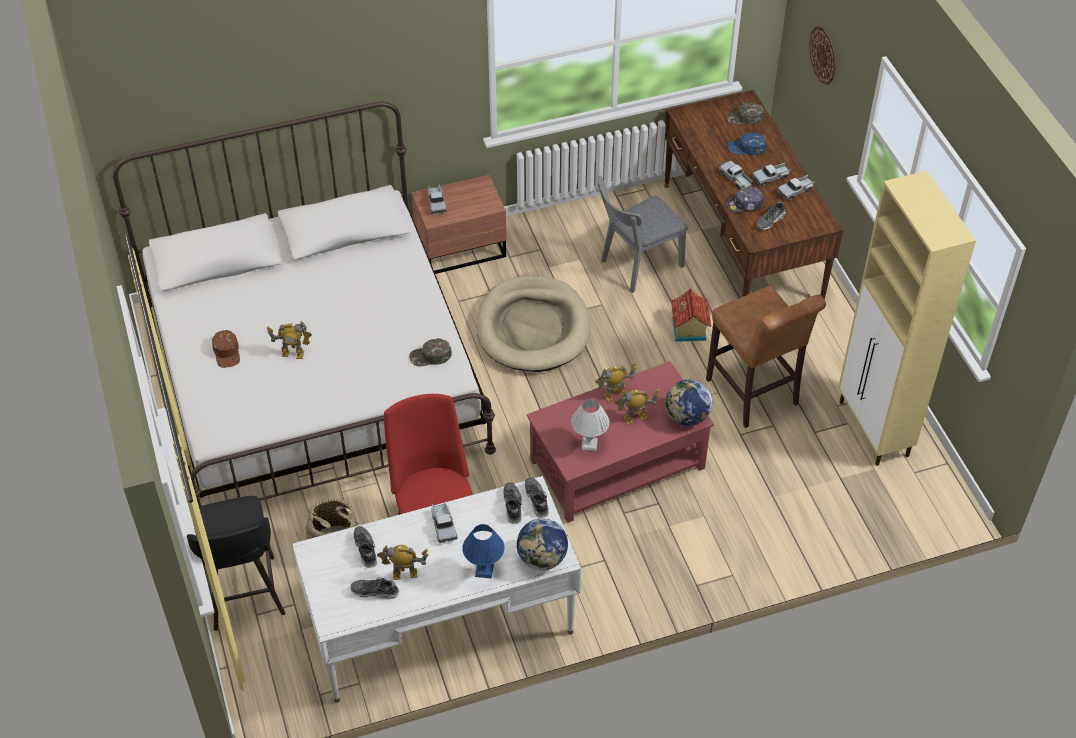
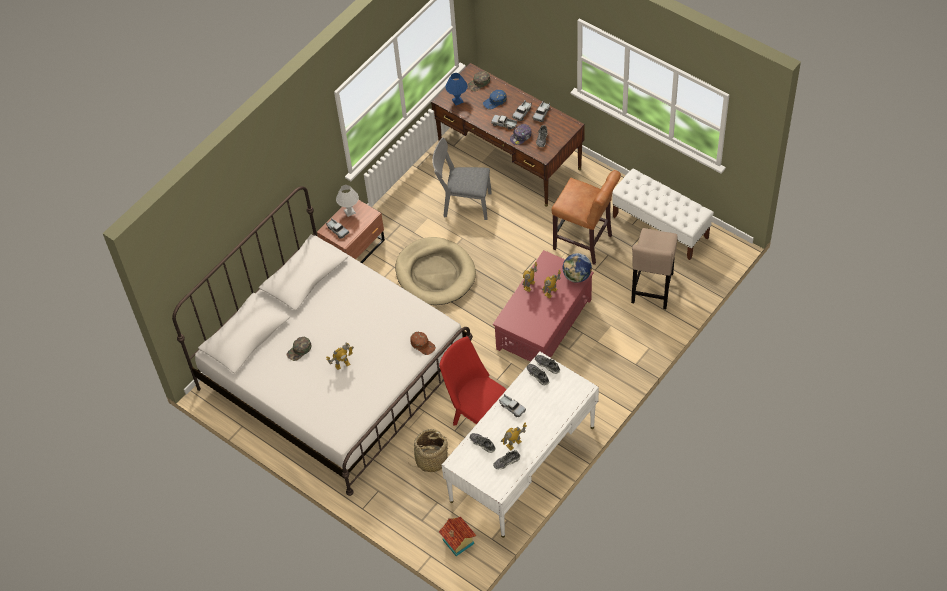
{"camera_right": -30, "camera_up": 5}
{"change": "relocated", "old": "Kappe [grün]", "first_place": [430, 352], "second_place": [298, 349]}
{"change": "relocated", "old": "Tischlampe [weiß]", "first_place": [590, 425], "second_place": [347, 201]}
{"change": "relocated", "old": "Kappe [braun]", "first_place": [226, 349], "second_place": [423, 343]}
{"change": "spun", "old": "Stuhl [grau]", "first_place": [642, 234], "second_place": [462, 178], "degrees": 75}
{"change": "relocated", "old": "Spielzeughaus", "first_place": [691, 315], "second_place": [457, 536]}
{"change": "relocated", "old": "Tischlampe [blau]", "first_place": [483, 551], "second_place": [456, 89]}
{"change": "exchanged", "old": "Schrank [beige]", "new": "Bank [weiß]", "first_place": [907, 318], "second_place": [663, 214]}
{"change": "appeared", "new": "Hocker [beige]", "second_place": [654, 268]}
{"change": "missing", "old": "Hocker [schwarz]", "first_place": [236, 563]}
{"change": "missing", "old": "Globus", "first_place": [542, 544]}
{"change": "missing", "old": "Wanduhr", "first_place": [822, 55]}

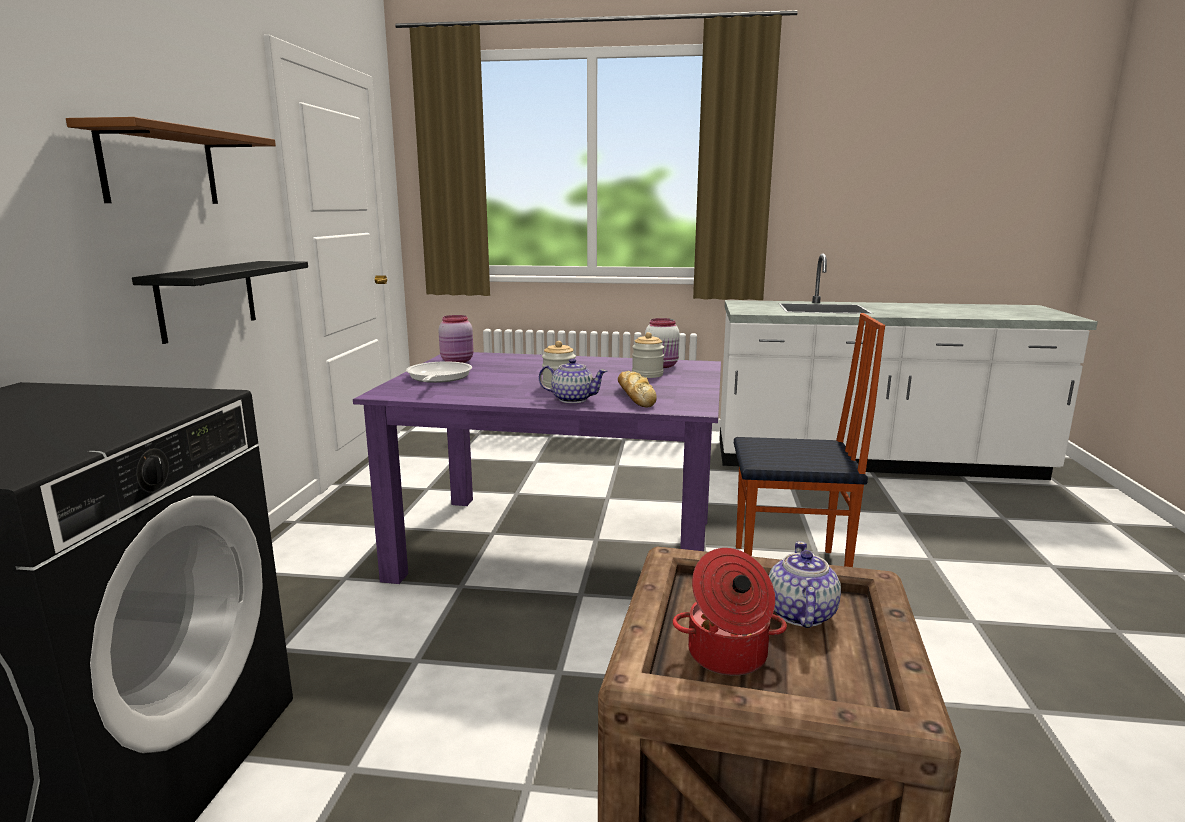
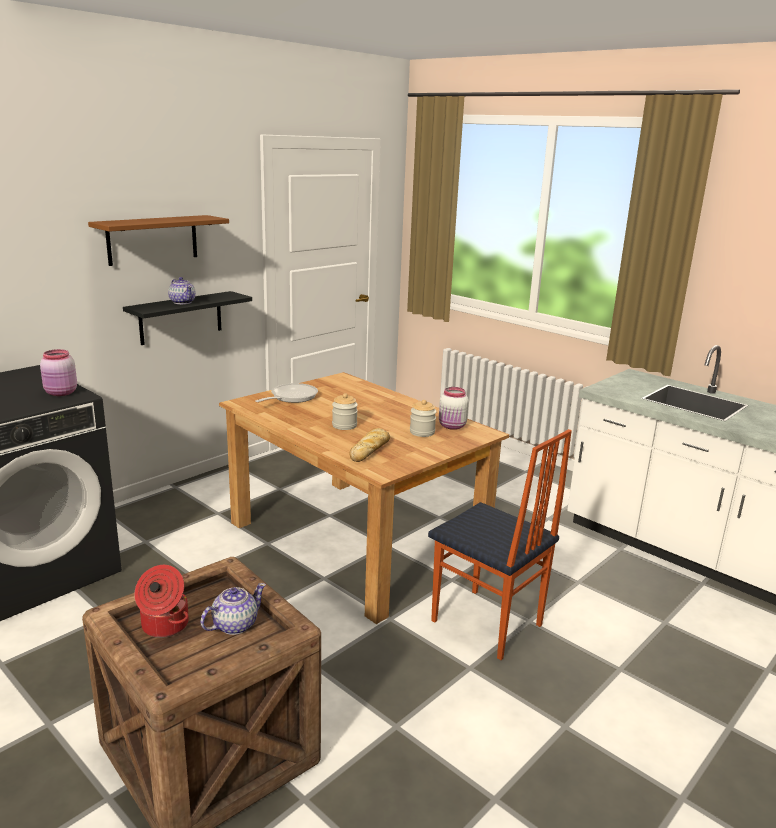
{"camera_right": 35, "camera_up": 5}
{"change": "relocated", "old": "Vorratsglas [rosa]", "first_place": [456, 339], "second_place": [58, 372]}
{"change": "relocated", "old": "Teekanne", "first_place": [573, 380], "second_place": [182, 290]}
{"change": "colour", "old": "Esstisch [lila]", "new": "Esstisch [braun]", "first_place": [537, 468], "second_place": [364, 498]}

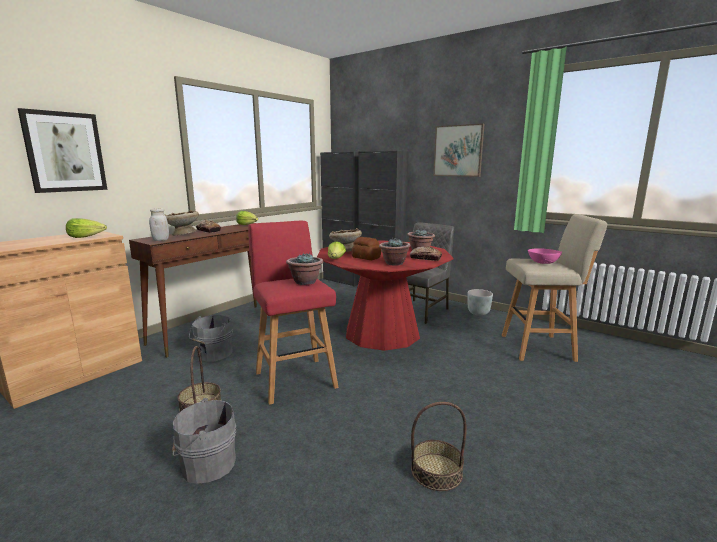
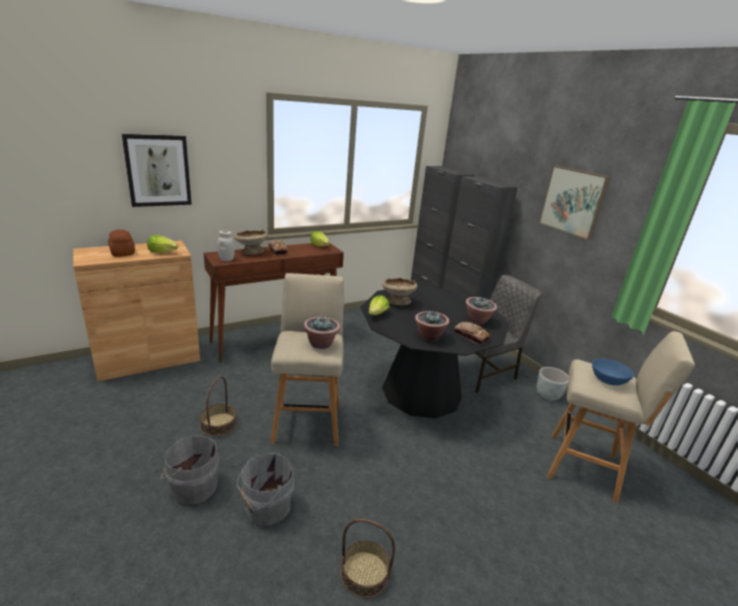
{"camera_right": 20, "camera_up": 10}
{"change": "relocated", "old": "Brot", "first_place": [366, 248], "second_place": [121, 243]}
{"change": "relocated", "old": "Eimer [grau]", "first_place": [211, 338], "second_place": [265, 489]}
{"change": "colour", "old": "Hocker [rot]", "new": "Hocker [beige]", "first_place": [293, 313], "second_place": [307, 359]}
{"change": "colour", "old": "Esstisch [rot]", "new": "Esstisch [schwarz]", "first_place": [385, 295], "second_place": [435, 352]}
{"change": "colour", "old": "Schüssel [rosa]", "new": "Schüssel [blau]", "first_place": [545, 256], "second_place": [613, 372]}

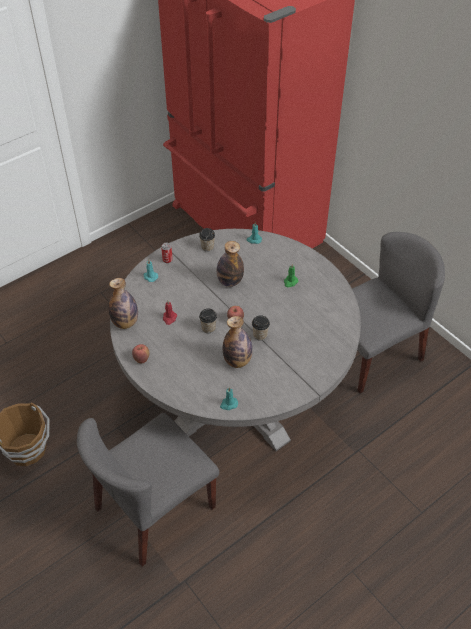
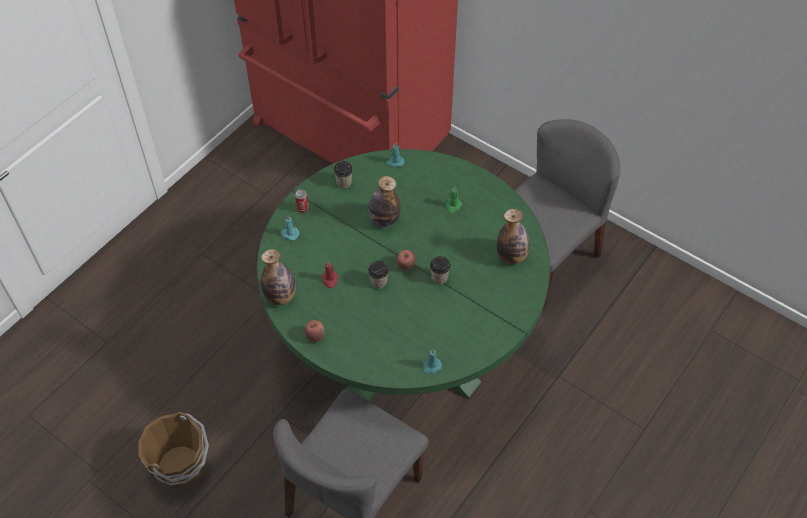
{"camera_right": -15, "camera_up": 5}
{"change": "colour", "old": "Esstisch [grau]", "new": "Esstisch [grün]", "first_place": [235, 340], "second_place": [403, 275]}
{"change": "relocated", "old": "Flasche", "first_place": [238, 342], "second_place": [513, 237]}

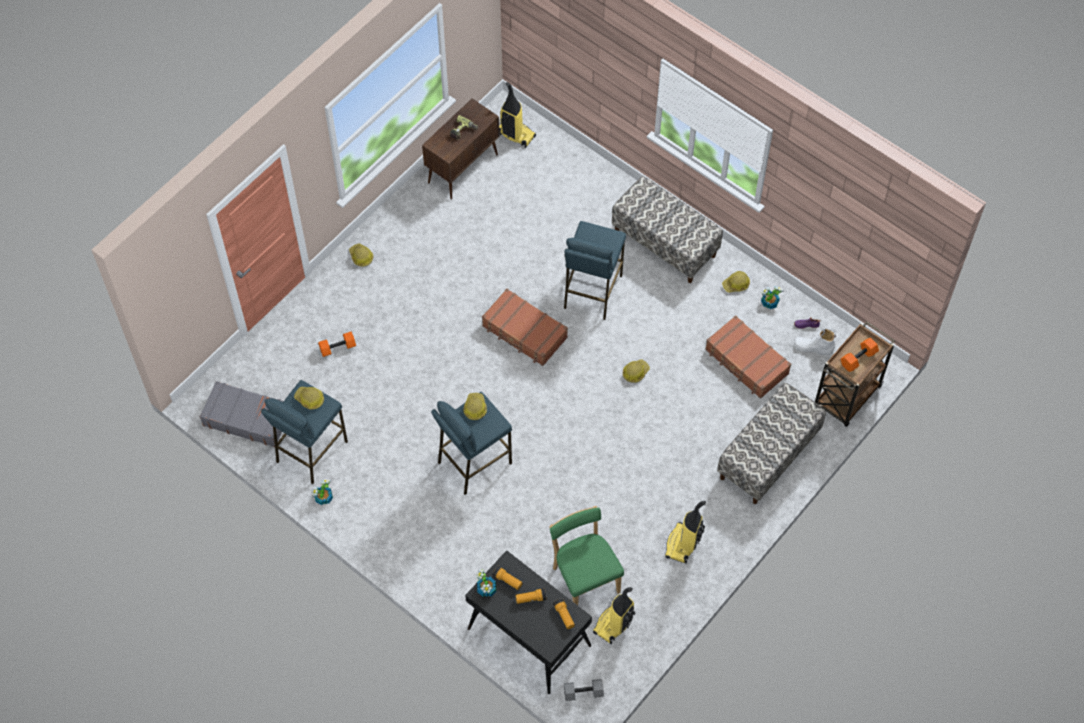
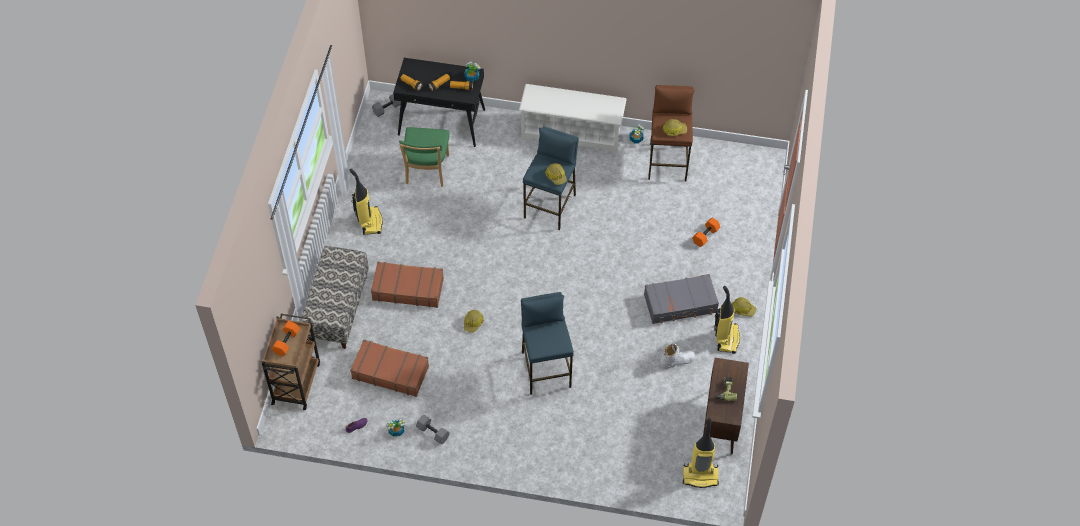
{"camera_right": 150, "camera_up": -5}
{"change": "relocated", "old": "Koffer [braun]", "first_place": [525, 327], "second_place": [407, 285]}
{"change": "spun", "old": "Stuhl [grün]", "first_place": [586, 555], "second_place": [424, 157], "degrees": 60}
{"change": "exchanged", "old": "Schutzhelm", "new": "Hantel [grau]", "first_place": [736, 282], "second_place": [433, 429]}
{"change": "appeared", "new": "Schuhregal [weiß]", "second_place": [573, 118]}
{"change": "relocated", "old": "Koffer [grau]", "first_place": [242, 414], "second_place": [681, 299]}
{"change": "colour", "old": "Hocker [blau]", "new": "Hocker [braun]", "first_place": [304, 432], "second_place": [671, 133]}
{"change": "relocated", "old": "Stiefel [weiß]", "first_place": [815, 342], "second_place": [678, 356]}
{"change": "relocated", "old": "Staubsauger", "first_place": [614, 615], "second_place": [727, 320]}
{"change": "missing", "old": "Bank", "first_place": [667, 229]}

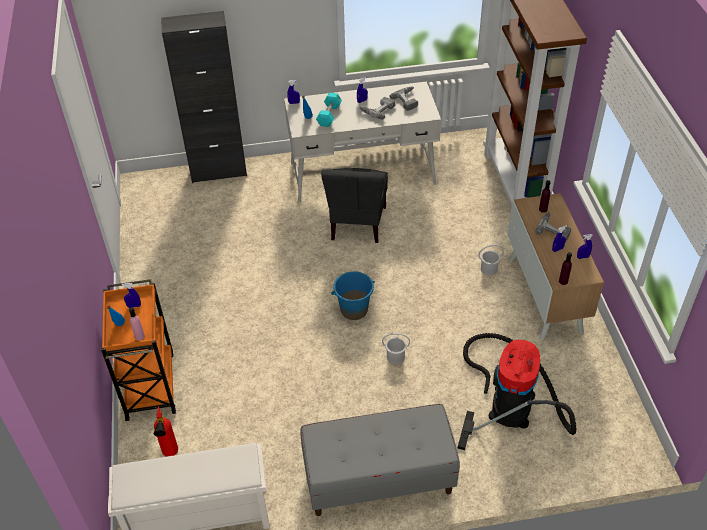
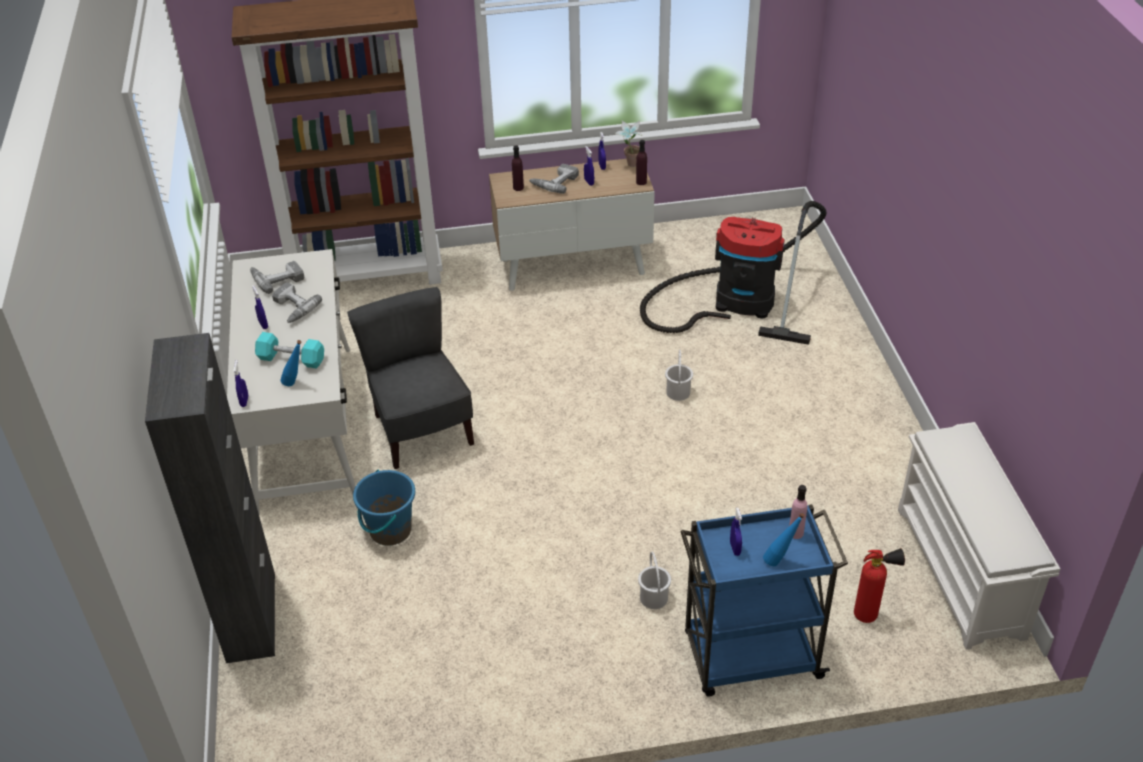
{"camera_right": -90, "camera_up": -5}
{"change": "spun", "old": "Stuhl [grau]", "first_place": [354, 205], "second_place": [410, 378], "degrees": -120}
{"change": "relocated", "old": "Eimer [blau]", "first_place": [353, 295], "second_place": [384, 507]}
{"change": "appeared", "new": "Topfpflanze", "second_place": [628, 143]}
{"change": "relocated", "old": "Eimer [weiß]", "first_place": [491, 259], "second_place": [654, 580]}
{"change": "colour", "old": "Rollwagen [orange]", "new": "Rollwagen [blau]", "first_place": [138, 350], "second_place": [764, 600]}
{"change": "missing", "old": "Bank [grau]", "first_place": [380, 460]}

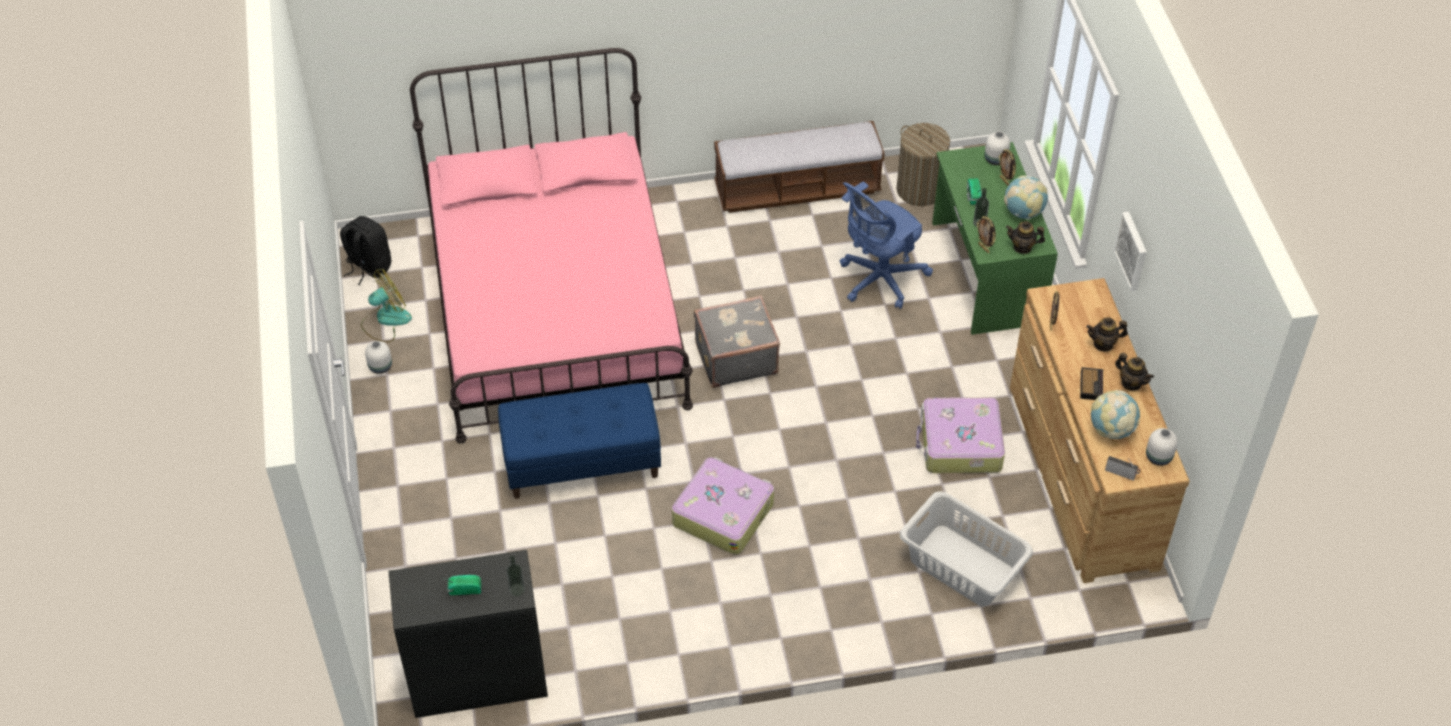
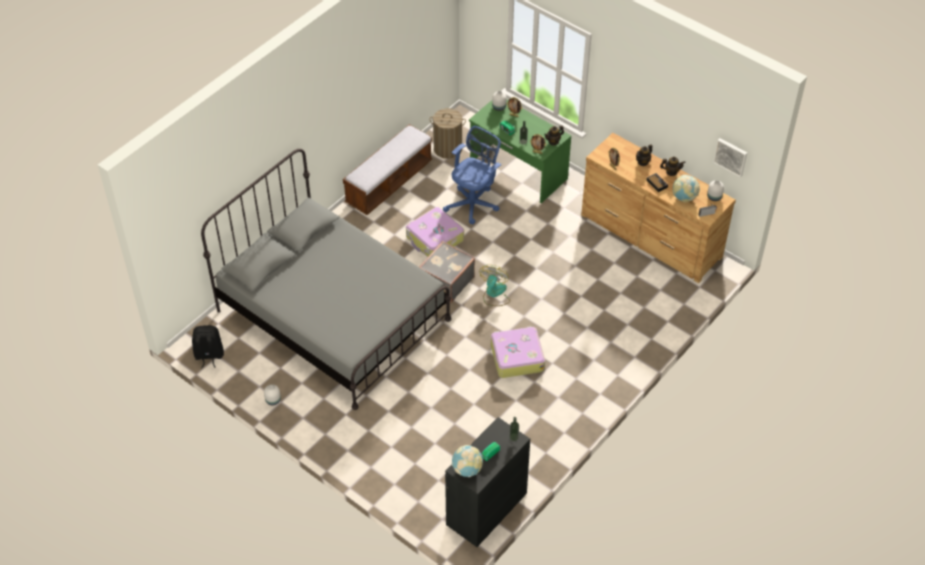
{"camera_right": -40, "camera_up": 0}
{"change": "colour", "old": "Bett [rosa]", "new": "Bett [grau]", "first_place": [551, 245], "second_place": [326, 279]}
{"change": "relocated", "old": "Koffer", "first_place": [960, 435], "second_place": [435, 232]}
{"change": "spun", "old": "Bürostuhl [blau]", "first_place": [886, 245], "second_place": [472, 175], "degrees": -150}
{"change": "relocated", "old": "Globus", "first_place": [1026, 198], "second_place": [467, 461]}
{"change": "relocated", "old": "Ventilator", "first_place": [386, 305], "second_place": [495, 285]}
{"change": "relocated", "old": "Bild", "first_place": [1130, 251], "second_place": [730, 157]}
{"change": "missing", "old": "Bank [blau]", "first_place": [579, 441]}
{"change": "missing", "old": "Wäschekorb [grau]", "first_place": [966, 548]}

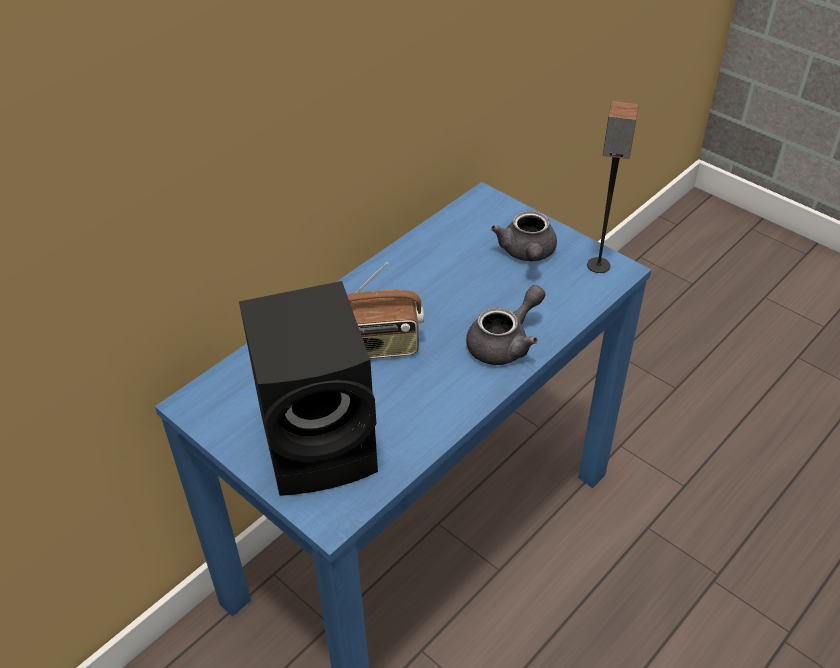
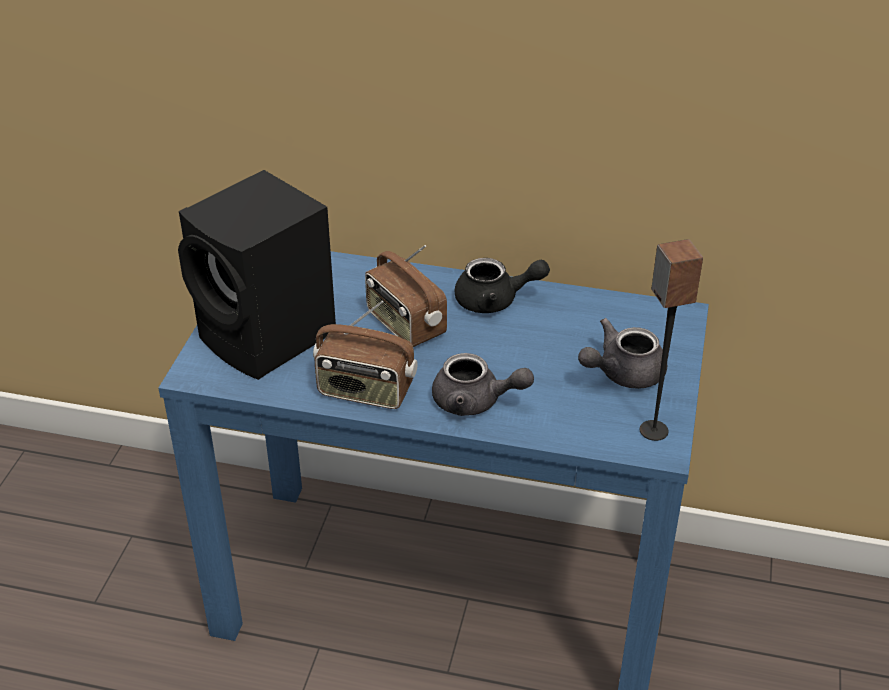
{"camera_right": 60, "camera_up": -5}
{"change": "appeared", "new": "Radio", "second_place": [365, 355]}
{"change": "appeared", "new": "Teekanne [schwarz]", "second_place": [502, 285]}

